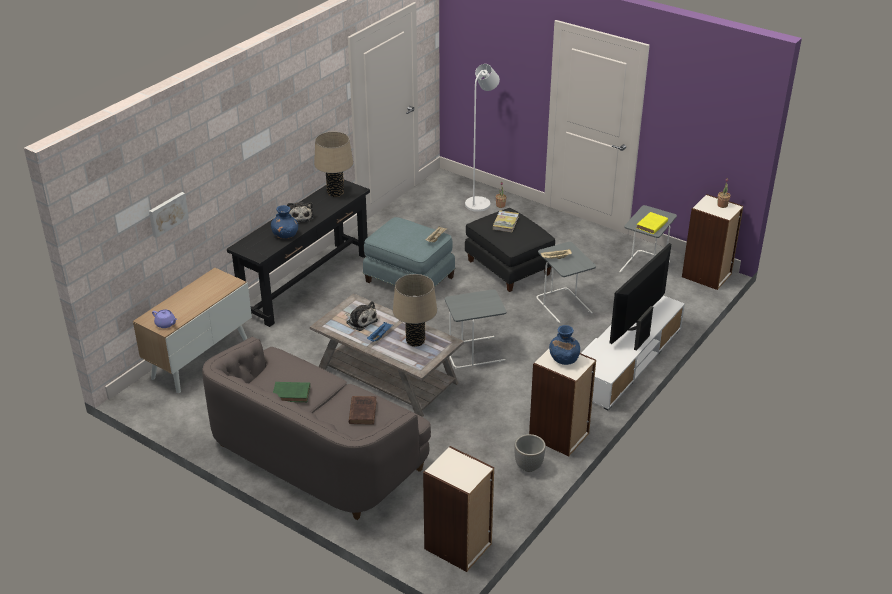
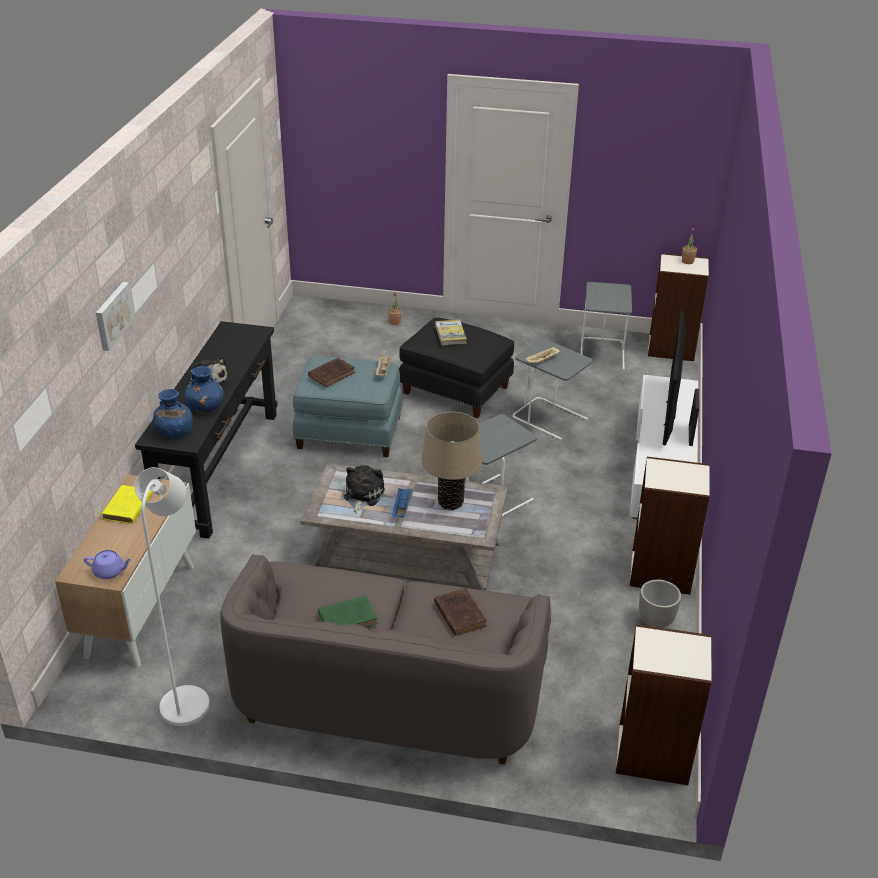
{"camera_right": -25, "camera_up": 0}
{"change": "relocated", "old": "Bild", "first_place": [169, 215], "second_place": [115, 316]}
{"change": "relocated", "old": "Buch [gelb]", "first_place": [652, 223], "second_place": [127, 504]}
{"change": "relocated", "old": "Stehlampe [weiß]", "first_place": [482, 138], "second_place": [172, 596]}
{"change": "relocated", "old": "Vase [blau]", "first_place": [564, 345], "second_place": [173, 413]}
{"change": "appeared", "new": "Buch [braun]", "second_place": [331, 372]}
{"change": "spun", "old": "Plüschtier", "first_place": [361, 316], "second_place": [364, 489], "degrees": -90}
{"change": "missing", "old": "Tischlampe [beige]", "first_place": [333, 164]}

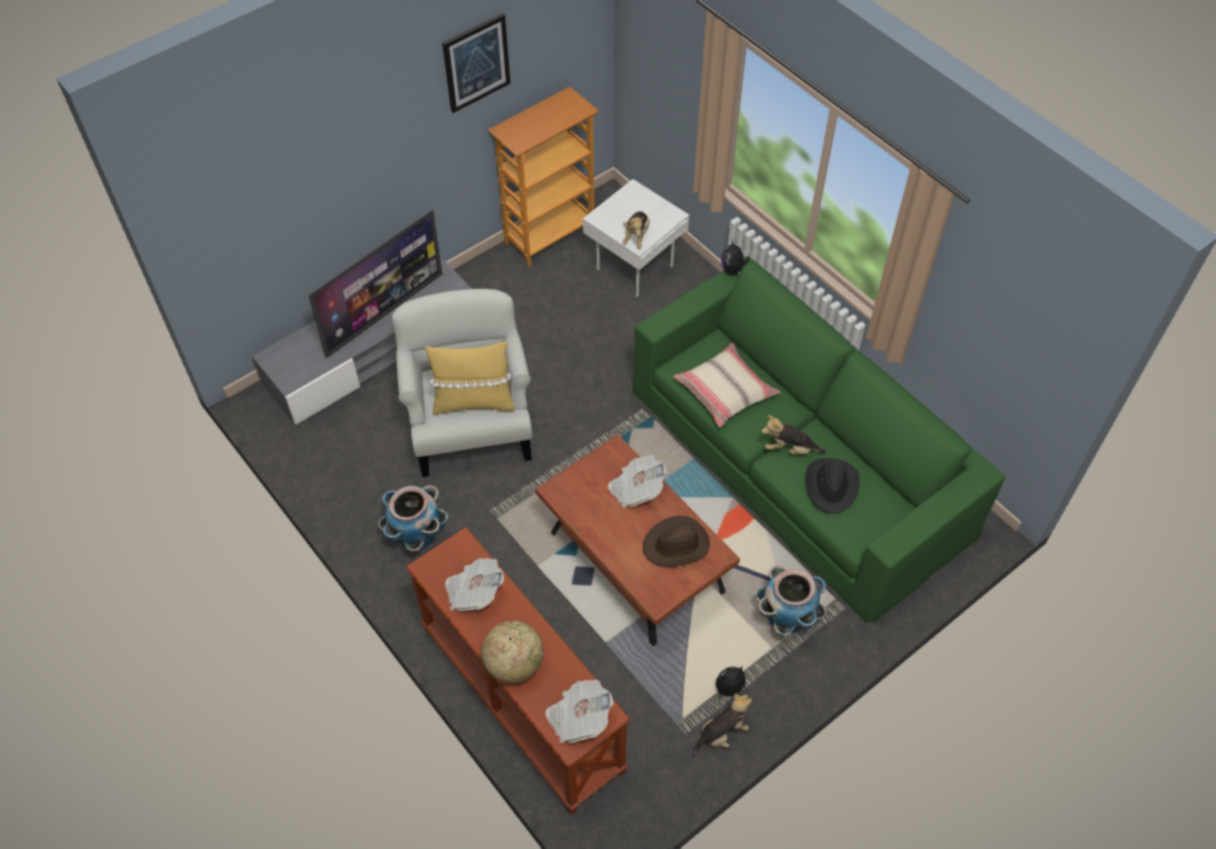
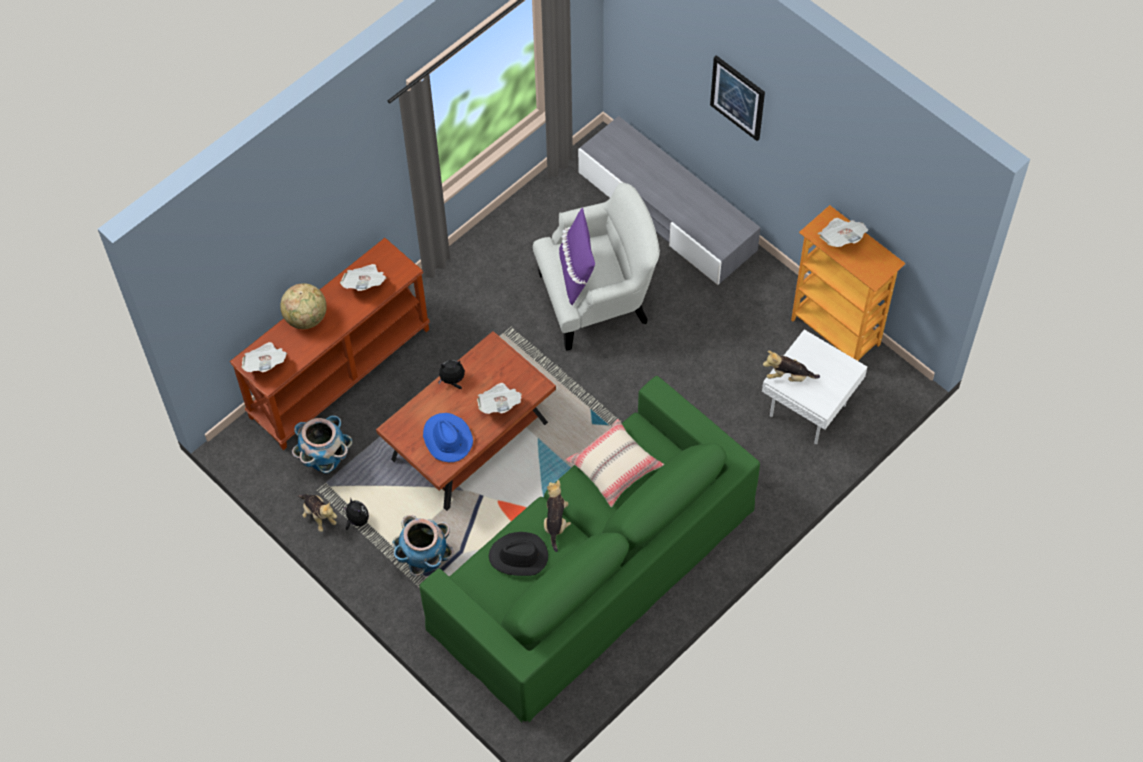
{"camera_right": 85, "camera_up": 5}
{"change": "relocated", "old": "Pflanzkübel", "first_place": [413, 518], "second_place": [322, 444]}
{"change": "colour", "old": "Hut [braun]", "new": "Hut [blau]", "first_place": [676, 541], "second_place": [448, 437]}
{"change": "relocated", "old": "Plüschtier", "first_place": [735, 257], "second_place": [451, 374]}
{"change": "colour", "old": "Kissen [gelb]", "new": "Kissen [lila]", "first_place": [469, 378], "second_place": [577, 256]}
{"change": "relocated", "old": "Bild", "first_place": [476, 63], "second_place": [737, 98]}
{"change": "appeared", "new": "Zeitung", "second_place": [843, 232]}
{"change": "missing", "old": "Fernseher", "first_place": [375, 283]}

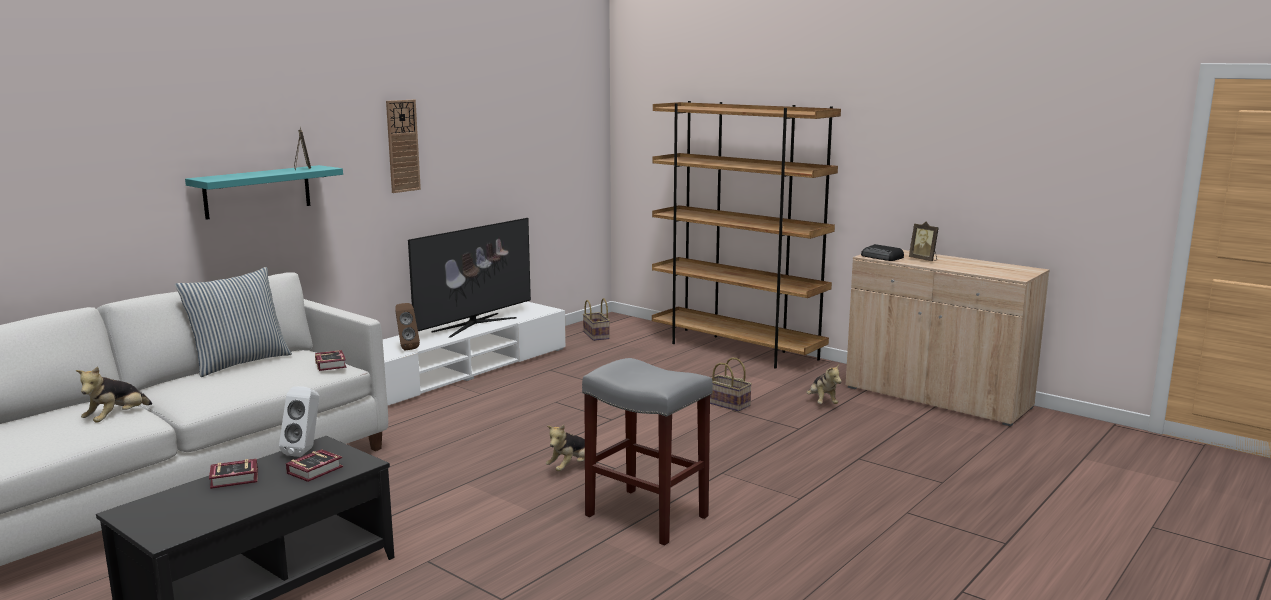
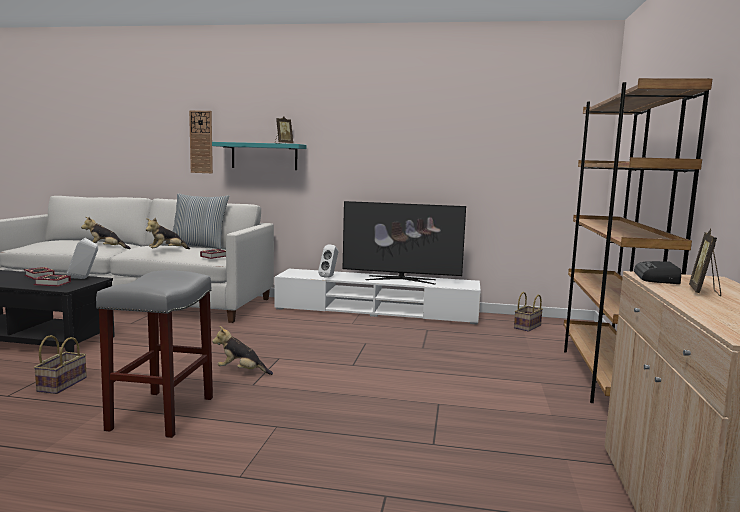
{"camera_right": 60, "camera_up": -5}
{"change": "relocated", "old": "Korb", "first_place": [731, 385], "second_place": [60, 364]}
{"change": "relocated", "old": "Plüschtier", "first_place": [824, 383], "second_place": [168, 233]}
{"change": "relocated", "old": "Wanduhr", "first_place": [403, 146], "second_place": [201, 141]}
{"change": "colour", "old": "Lautsprecher [braun]", "new": "Lautsprecher [weiß]", "first_place": [407, 326], "second_place": [328, 261]}

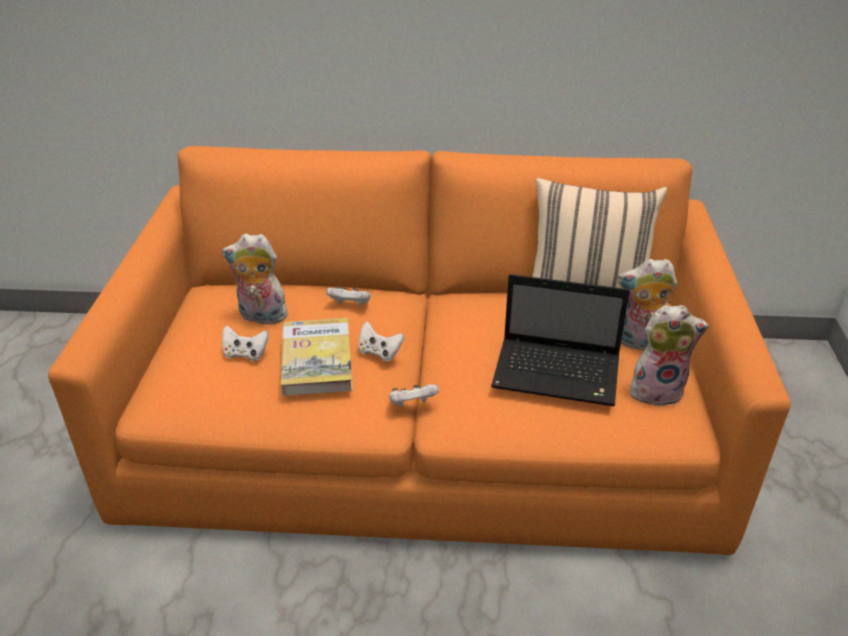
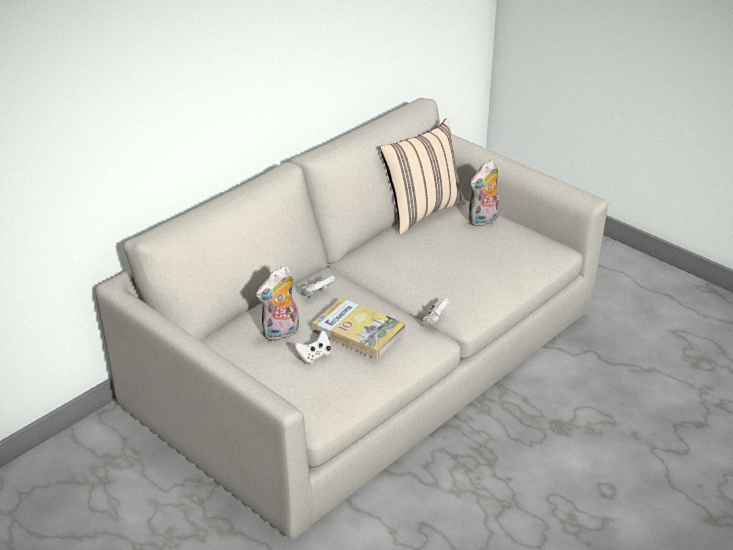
{"camera_right": -50, "camera_up": 0}
{"change": "colour", "old": "Sofa [orange]", "new": "Sofa [grau]", "first_place": [419, 350], "second_place": [352, 319]}
{"change": "missing", "old": "Gamepad [weiß]", "first_place": [382, 342]}
{"change": "missing", "old": "Laptop", "first_place": [560, 340]}
{"change": "missing", "old": "Plüschtier", "first_place": [669, 356]}

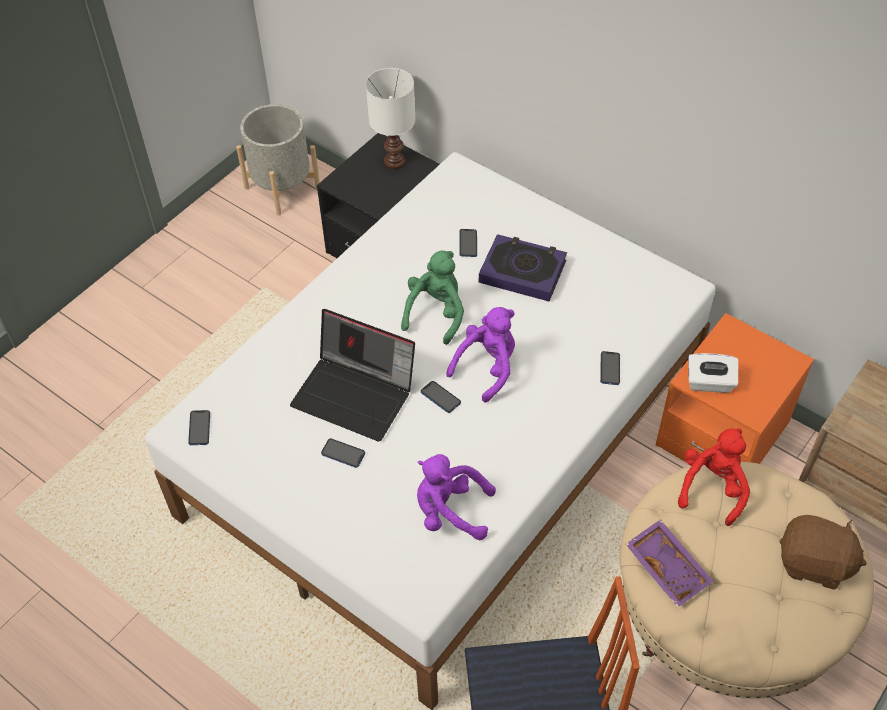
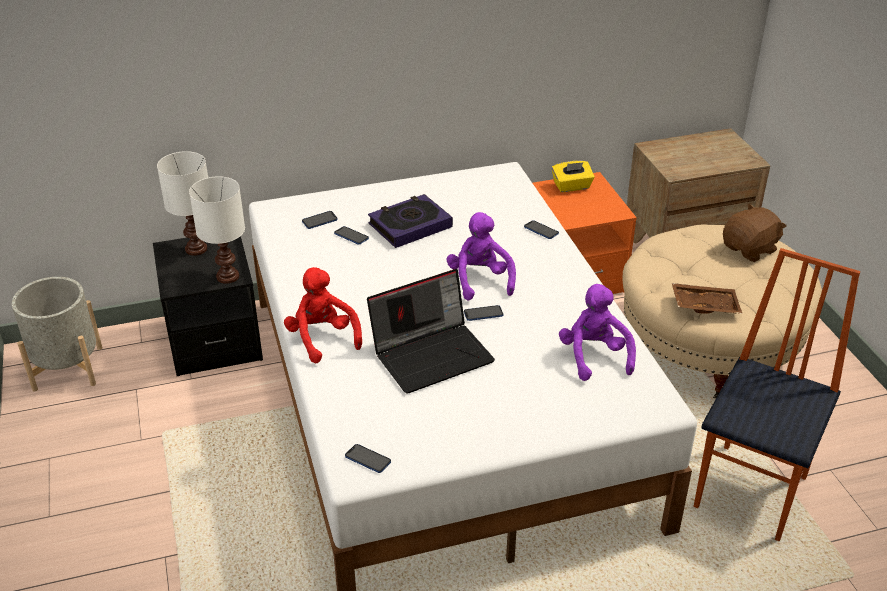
{"camera_right": -55, "camera_up": -15}
{"change": "appeared", "new": "Tischlampe [weiß]", "second_place": [217, 230]}
{"change": "relocated", "old": "Plüschtier [rot]", "first_place": [714, 477], "second_place": [323, 315]}
{"change": "relocated", "old": "Handy", "first_place": [343, 453], "second_place": [319, 220]}
{"change": "appeared", "new": "Taschentuchbox [gelb]", "second_place": [573, 176]}
{"change": "spun", "old": "Plüschtier [lila]", "first_place": [456, 497], "second_place": [597, 332], "degrees": 120}
{"change": "colour", "old": "Tablett [lila]", "new": "Tablett [braun]", "first_place": [669, 563], "second_place": [707, 298]}
{"change": "missing", "old": "Plüschtier [grün]", "first_place": [432, 298]}
{"change": "missing", "old": "Taschentuchbox [weiß]", "first_place": [713, 373]}

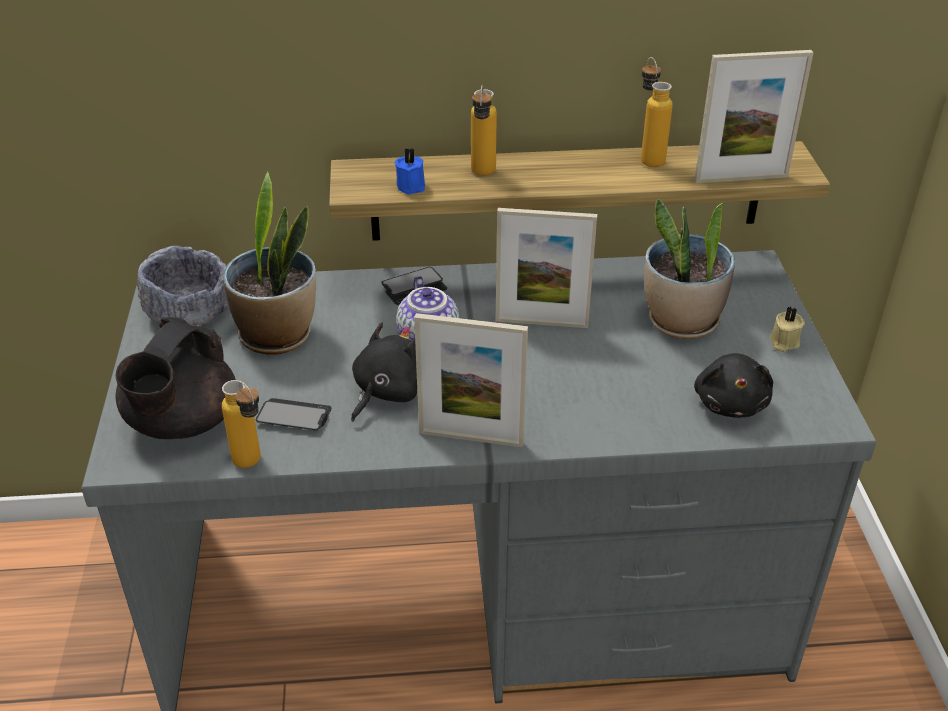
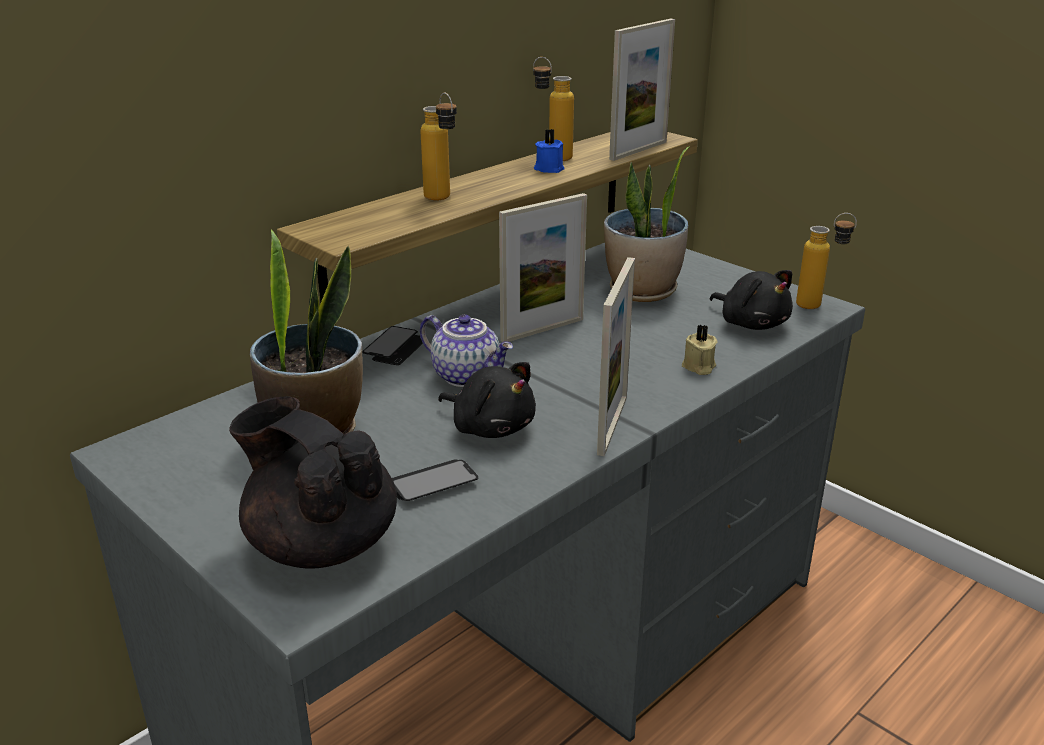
{"camera_right": -40, "camera_up": -10}
{"change": "spun", "old": "Teekanne [schwarz]", "first_place": [175, 378], "second_place": [313, 482], "degrees": 150}
{"change": "spun", "old": "Plüschtier [schwarz]", "first_place": [384, 372], "second_place": [487, 400], "degrees": 135}
{"change": "relocated", "old": "Kerze [blau]", "first_place": [410, 171], "second_place": [549, 151]}
{"change": "spun", "old": "Bilderrahmen", "first_place": [471, 380], "second_place": [616, 356], "degrees": -45}
{"change": "relocated", "old": "Kerze [beige]", "first_place": [787, 329], "second_place": [700, 349]}
{"change": "relocated", "old": "Flasche", "first_place": [241, 424], "second_place": [826, 261]}
{"change": "missing", "old": "Schüssel [grau]", "first_place": [182, 286]}

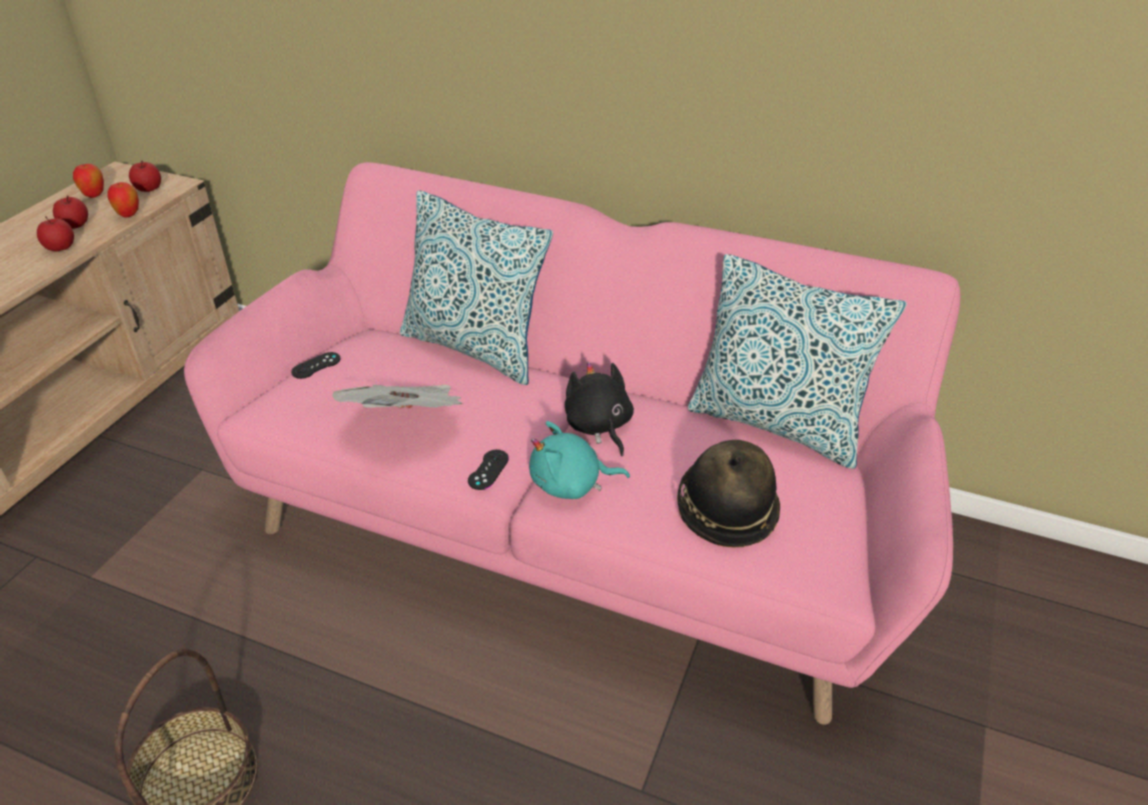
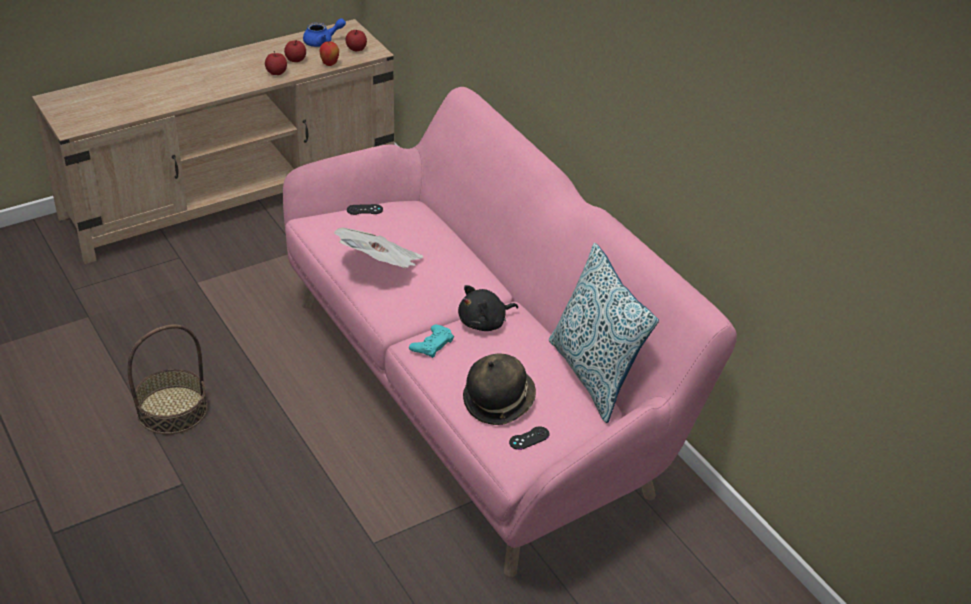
{"camera_right": 35, "camera_up": 0}
{"change": "exchanged", "old": "Apfel", "new": "Teekanne [blau]", "first_place": [88, 181], "second_place": [324, 32]}
{"change": "exchanged", "old": "Plüschtier [türkis]", "new": "Gamepad [türkis]", "first_place": [579, 460], "second_place": [431, 341]}
{"change": "spun", "old": "Plüschtier [schwarz]", "first_place": [599, 409], "second_place": [488, 308], "degrees": -135}
{"change": "relocated", "old": "Gamepad [schwarz]", "first_place": [488, 470], "second_place": [529, 438]}
{"change": "missing", "old": "Kissen", "first_place": [476, 287]}

